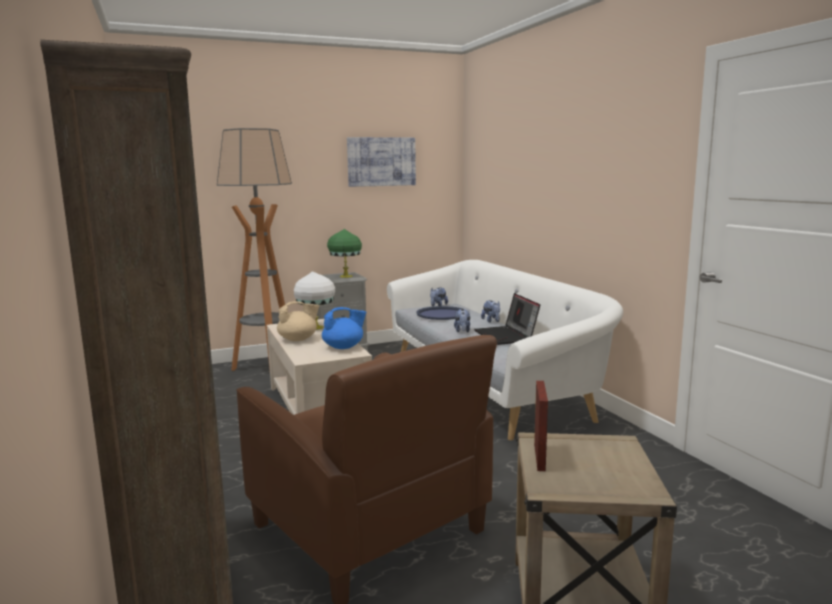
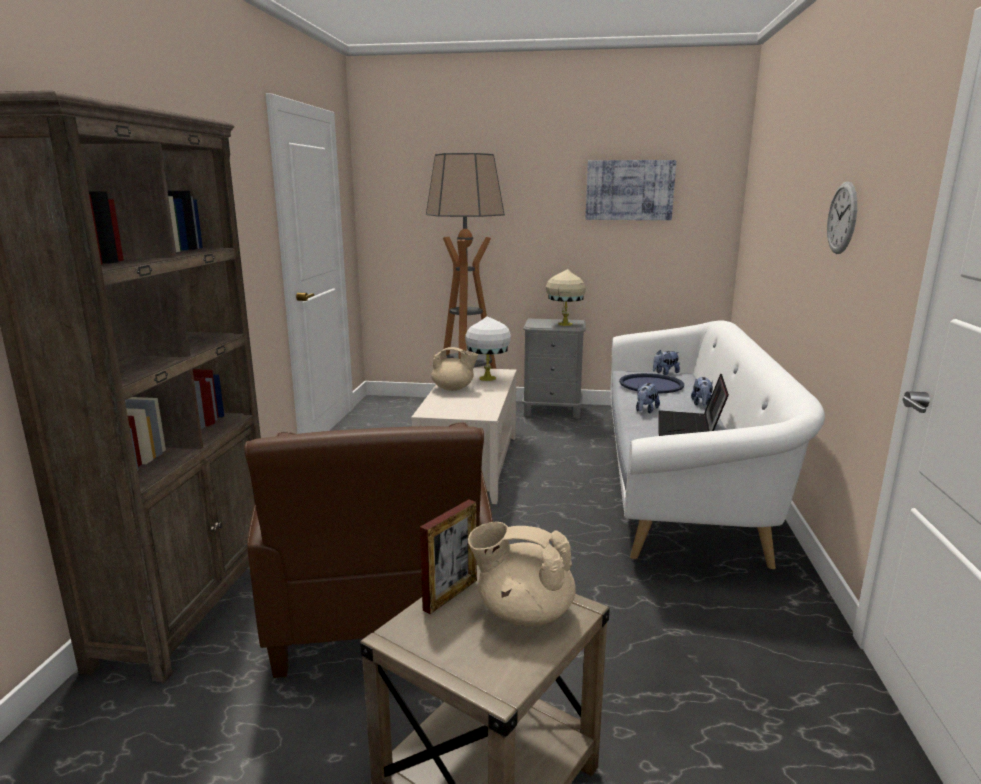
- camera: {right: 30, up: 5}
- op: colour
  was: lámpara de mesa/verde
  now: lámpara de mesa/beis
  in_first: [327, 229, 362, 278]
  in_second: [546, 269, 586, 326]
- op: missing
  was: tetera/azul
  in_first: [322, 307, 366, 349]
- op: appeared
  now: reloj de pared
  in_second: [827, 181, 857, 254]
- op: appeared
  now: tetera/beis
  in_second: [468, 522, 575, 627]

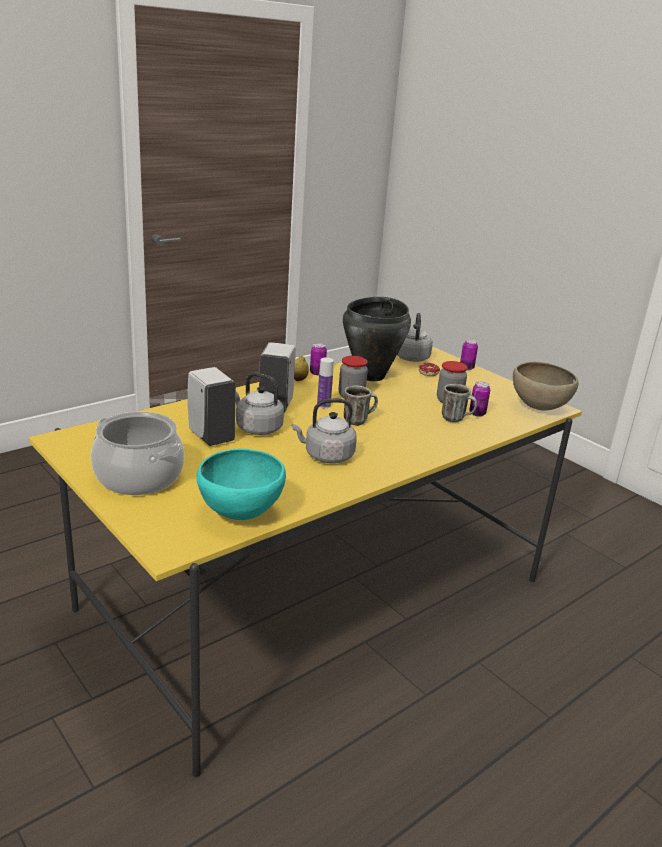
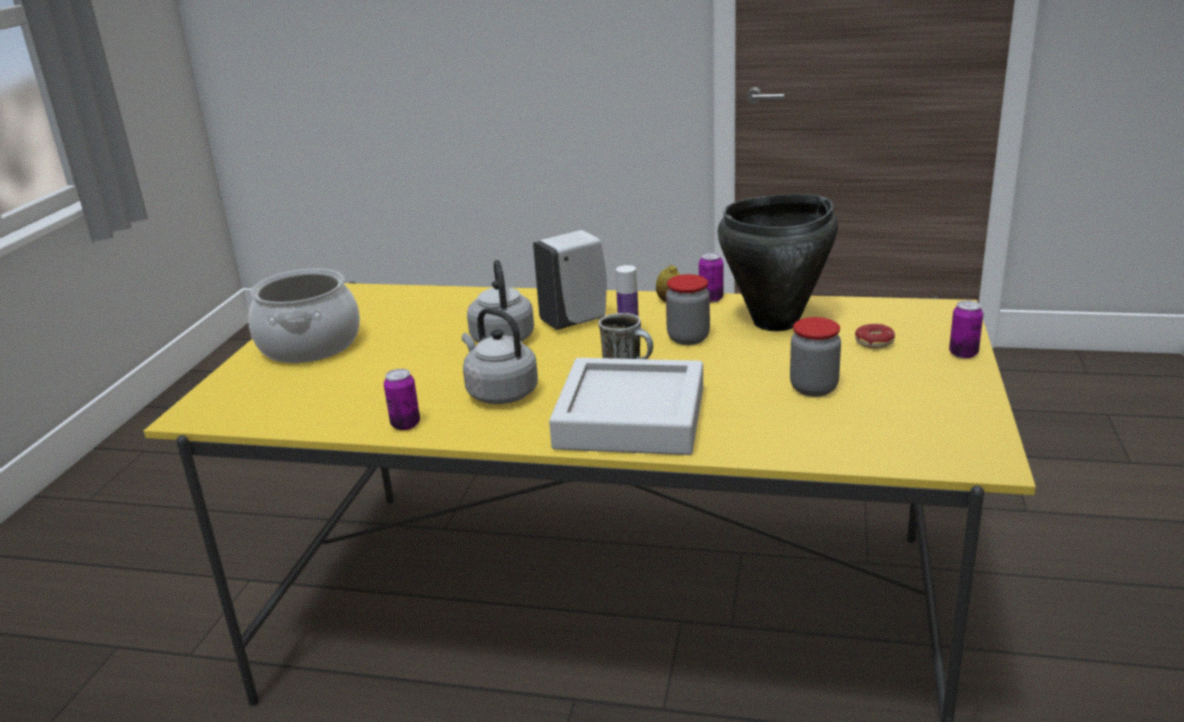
- camera: {right: 55, up: 0}
- op: missing
  was: hervidor/gris
  in_first: [397, 313, 433, 362]
- op: missing
  was: cuenco/marrón
  in_first: [513, 361, 578, 411]
- op: missing
  was: dispensador de jabón/blanco
  in_first: [187, 367, 236, 446]
- op: relocated
  was: lata
  in_first: [469, 381, 490, 416]
  in_second: [384, 369, 420, 430]
- op: missing
  was: taza grande
  in_first: [442, 384, 477, 422]
- op: missing
  was: cuenco/turquesa
  in_first: [197, 449, 286, 520]
- op: appeared
  now: bandeja/gris
  in_second: [549, 358, 703, 455]

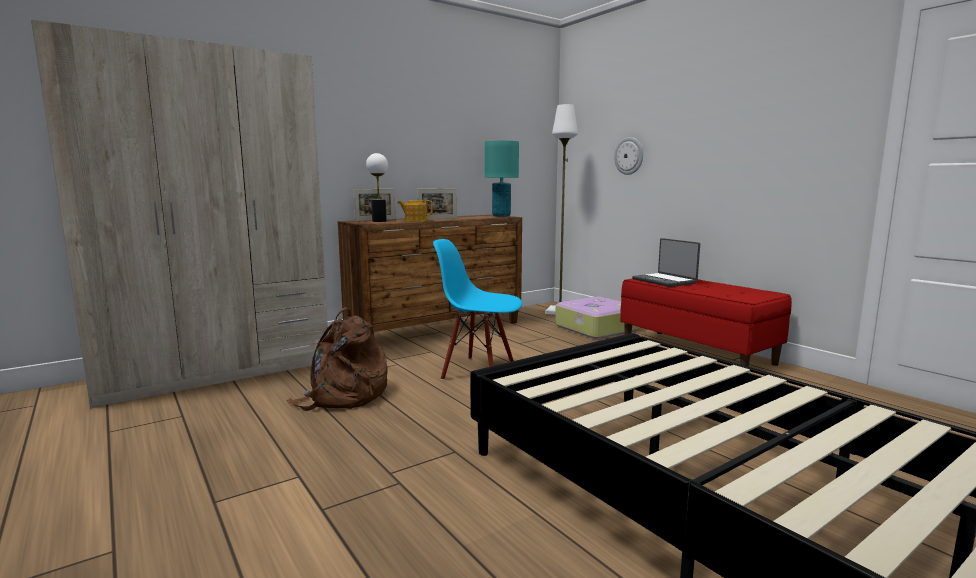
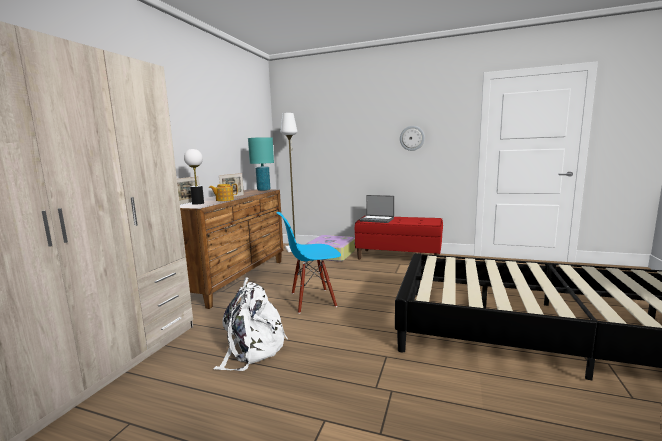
- camera: {right: -35, up: 0}
- op: relocated
  was: reloj de pared
  in_first: [614, 137, 643, 175]
  in_second: [400, 126, 425, 151]
- op: colour
  was: mochila/marrón
  now: mochila/blanco
  in_first: [287, 307, 388, 411]
  in_second: [214, 277, 288, 371]

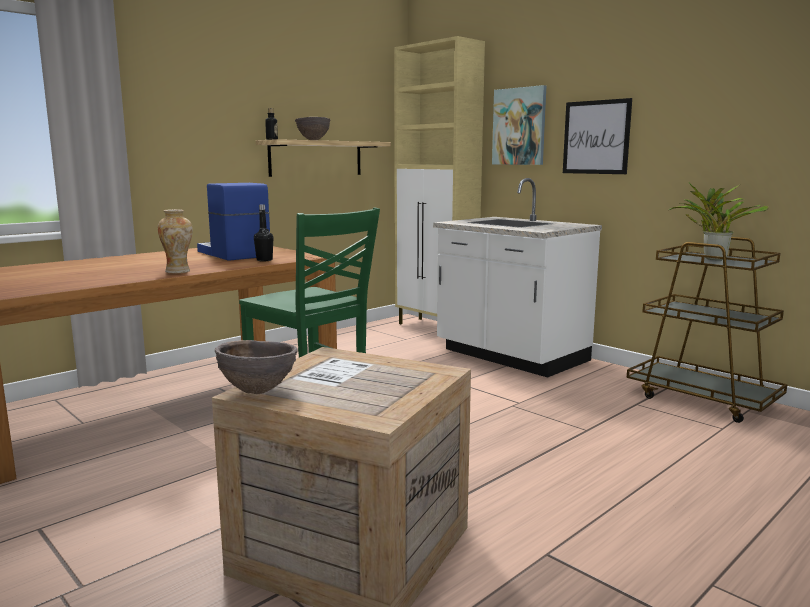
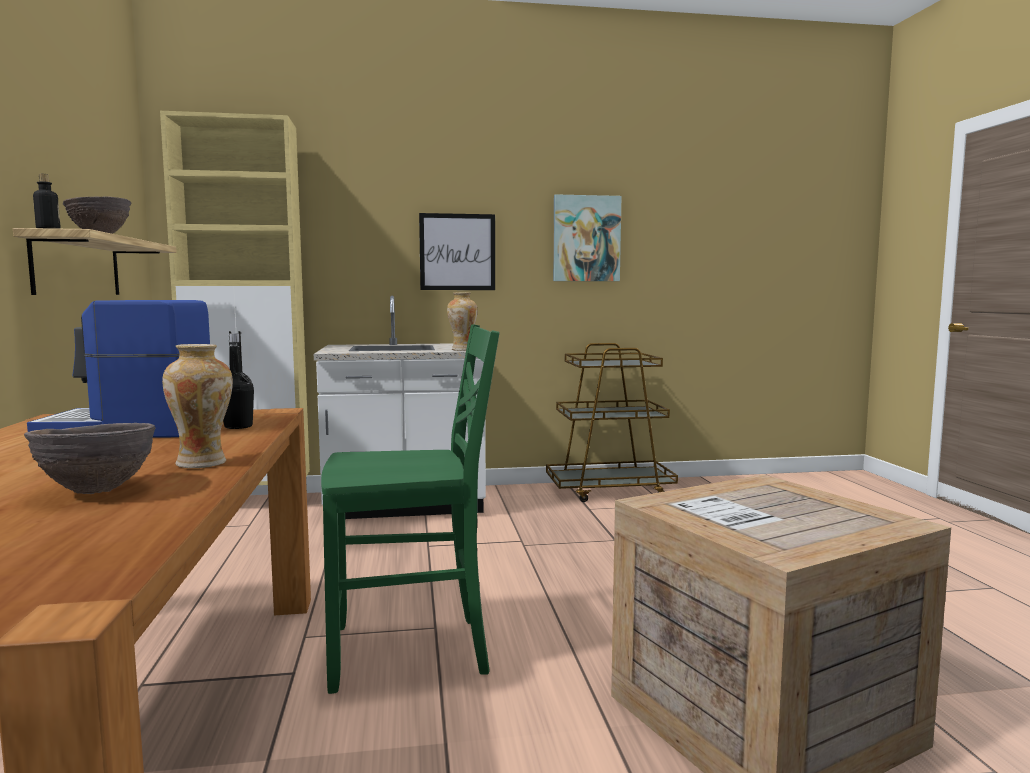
- camera: {right: -55, up: -5}
- op: relocated
  was: cuadro
  in_first: [492, 85, 546, 165]
  in_second: [553, 194, 621, 281]
- op: missing
  was: planta en maceta
  in_first: [669, 182, 769, 260]
- op: relocated
  was: cuenco/marrón
  in_first: [215, 340, 298, 394]
  in_second: [24, 423, 155, 494]
- op: appeared
  now: florero
  in_second: [447, 292, 478, 351]

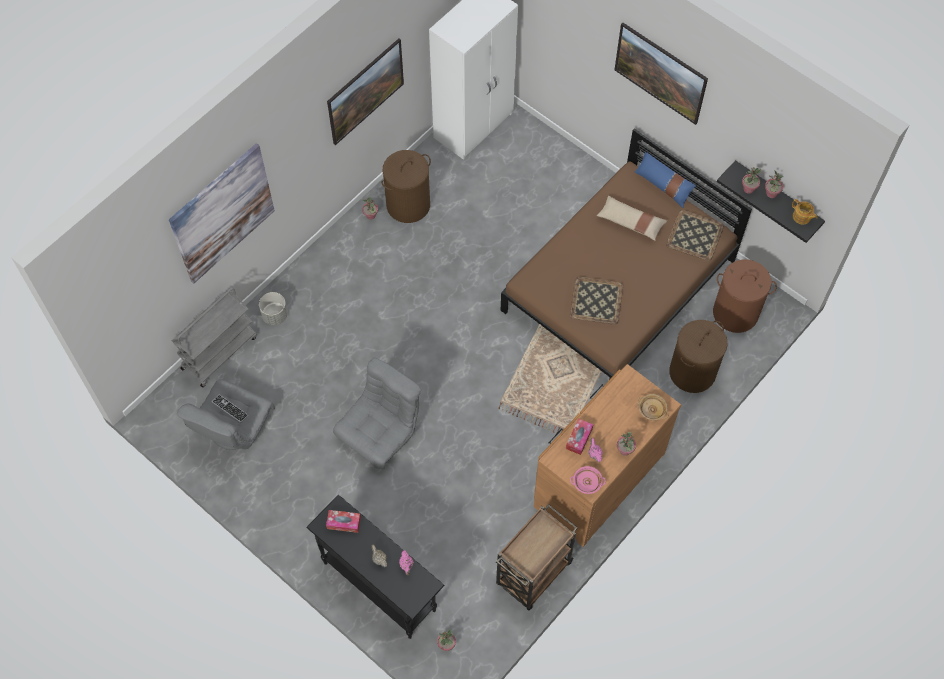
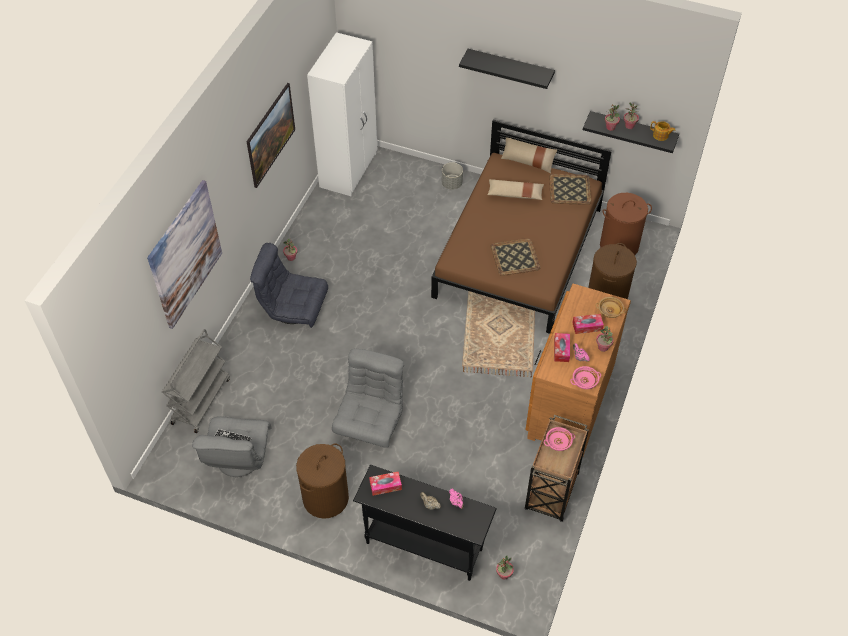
- camera: {right: -20, up: -10}
- op: exchanged
  was: cuadro
  now: estante/negro
  in_first: [614, 23, 708, 125]
  in_second: [459, 49, 555, 89]
- op: relocated
  was: cesto de la ropa/marrón
  in_first: [381, 150, 431, 223]
  in_second: [296, 443, 349, 519]
- op: colour
  was: cojín/azul
  now: cojín/beis
  in_first: [635, 152, 696, 208]
  in_second: [501, 137, 557, 173]
- op: relocated
  was: maceta/gris
  in_first: [259, 292, 288, 325]
  in_second: [442, 162, 463, 190]
- op: appeared
  now: sillón/gris
  in_second: [250, 243, 328, 328]
- op: appeared
  now: caja de pañuelos
  in_second: [572, 314, 604, 334]
- op: appeared
  now: cuenco/rosa
  in_second: [544, 427, 575, 451]

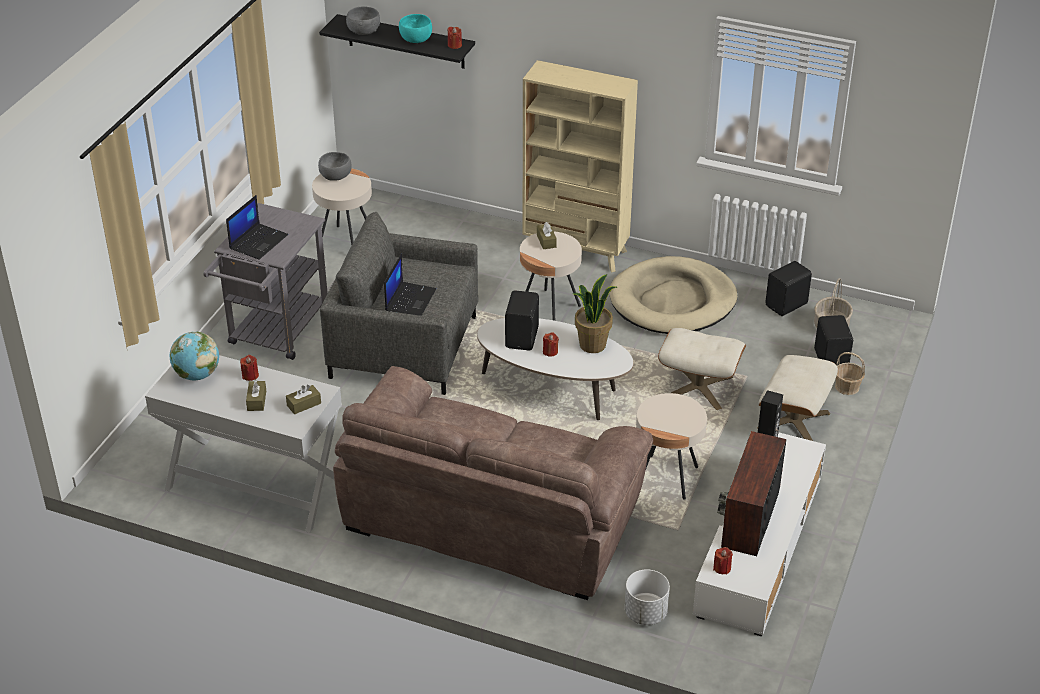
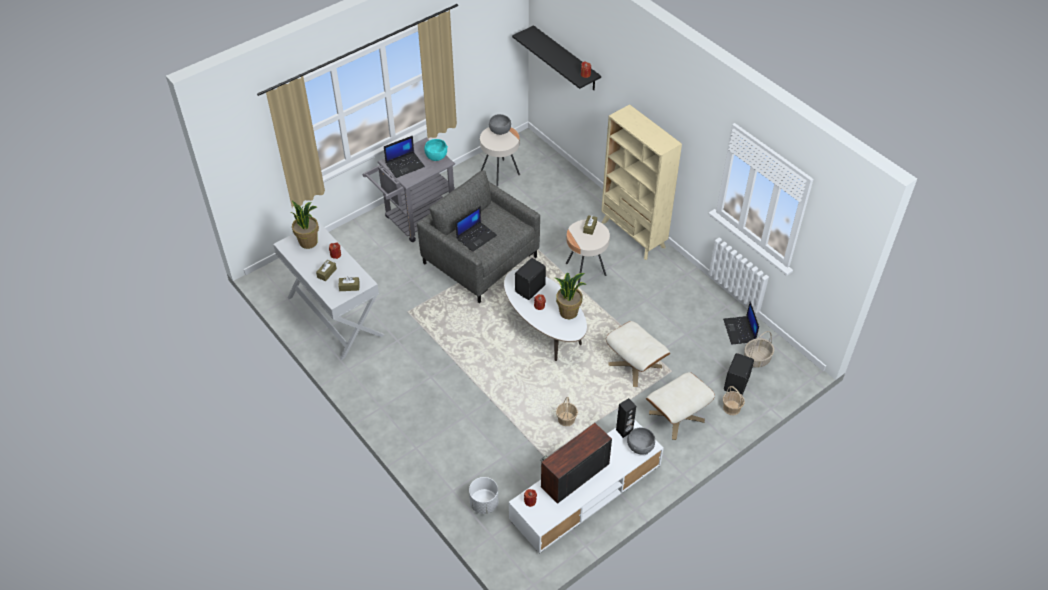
- camera: {right: 30, up: 10}
- op: relocated
  was: cuenco/gris
  in_first: [346, 6, 380, 35]
  in_second: [627, 427, 655, 455]
- op: relocated
  was: cuenco/turquesa
  in_first: [399, 14, 432, 43]
  in_second: [424, 139, 448, 161]
- op: missing
  was: cama para perro/beis
  in_first: [609, 256, 737, 334]
- op: exchanged
  was: altavoz/negro
  now: portátil
  in_first: [765, 261, 812, 316]
  in_second: [723, 301, 759, 345]
- op: exchanged
  was: globo terráqueo
  now: planta en maceta
  in_first: [170, 332, 219, 380]
  in_second: [290, 201, 319, 249]
- op: missing
  was: sofá/marrón
  in_first: [333, 366, 653, 600]
- op: exchanged
  was: mesa auxiliar/beis
  now: cesta
  in_first: [636, 393, 707, 500]
  in_second: [556, 397, 578, 426]

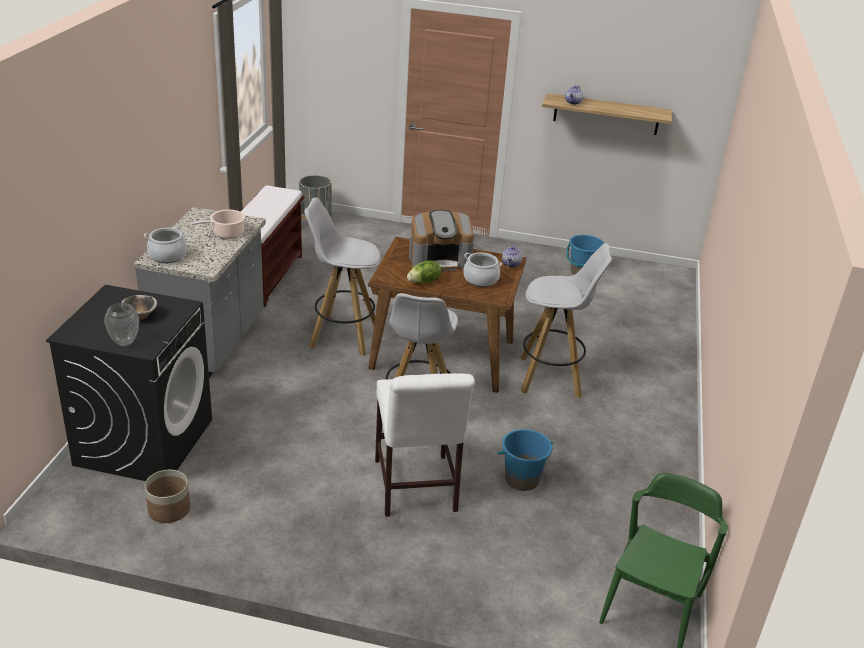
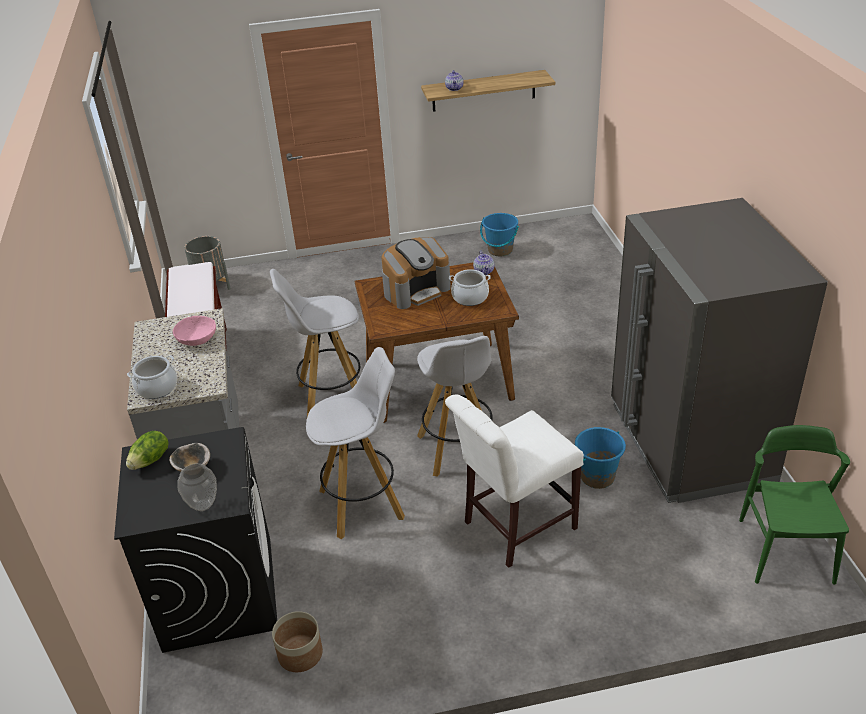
- camera: {right: -20, up: 5}
- op: exchanged
  was: olla
  now: cuenco/rosa
  in_first: [190, 210, 245, 239]
  in_second: [173, 316, 216, 346]
- op: relocated
  was: taburete/blanco
  in_first: [520, 243, 612, 398]
  in_second: [306, 347, 405, 539]
- op: relocated
  was: lechuga
  in_first: [407, 260, 441, 283]
  in_second: [126, 431, 169, 470]
- op: spun
  was: silla/blanco
  in_first: [375, 373, 475, 517]
  in_second: [445, 395, 584, 568]
  clockwise: 90
- op: appeared
  now: nevera/gris
  in_second: [611, 198, 828, 503]

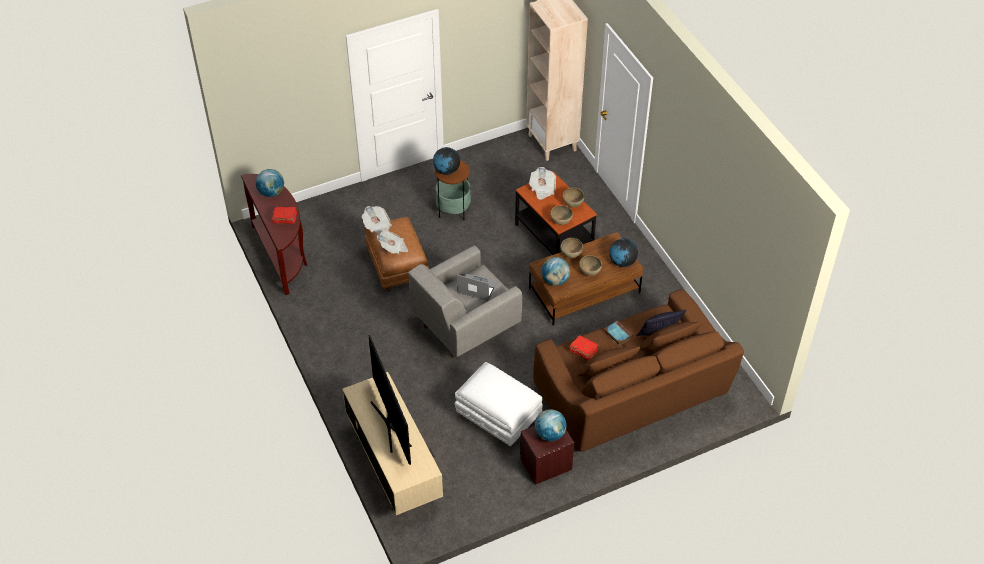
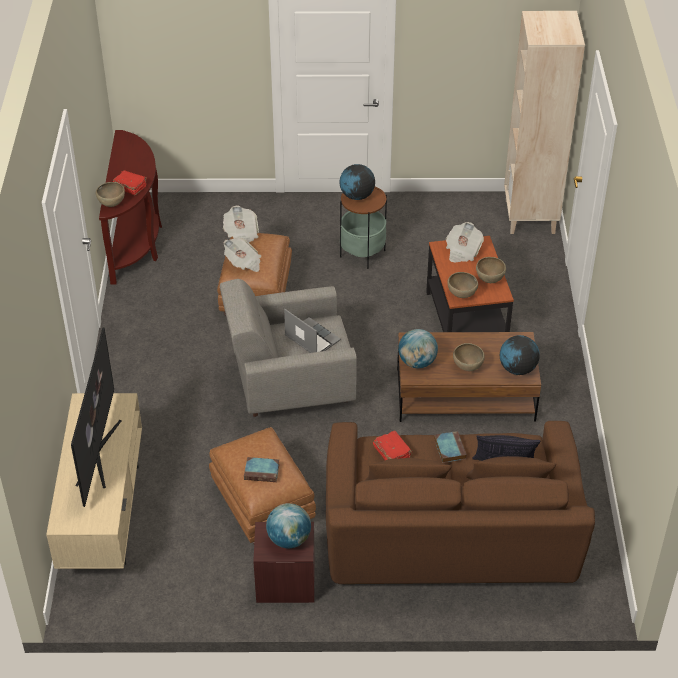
- camera: {right: 25, up: -5}
- op: missing
  was: globo terráqueo
  in_first: [256, 169, 284, 197]
- op: relocated
  was: cuenco/marrón
  in_first: [561, 238, 583, 258]
  in_second: [96, 182, 125, 207]
- op: colour
  was: puf/blanco
  now: puf/marrón
  in_first: [455, 362, 543, 447]
  in_second: [209, 427, 316, 544]
- op: appeared
  now: libro
  in_second: [244, 457, 280, 482]

